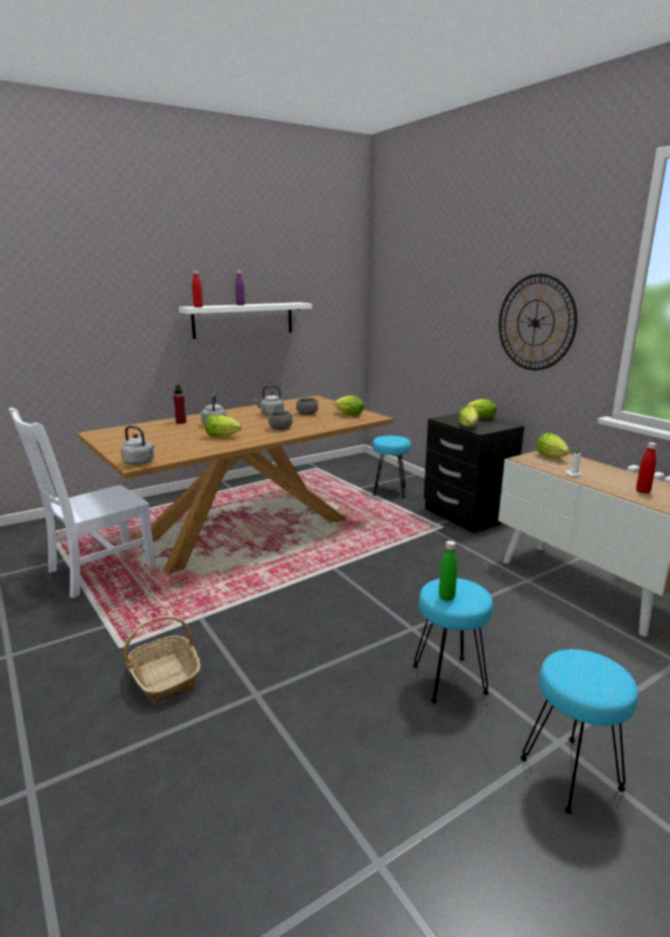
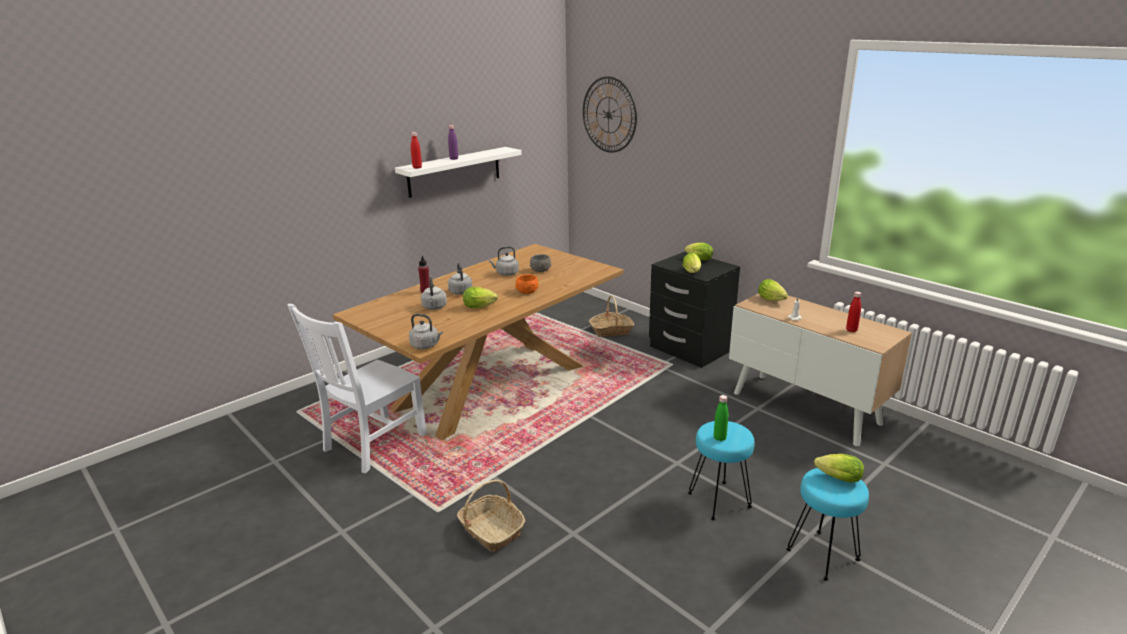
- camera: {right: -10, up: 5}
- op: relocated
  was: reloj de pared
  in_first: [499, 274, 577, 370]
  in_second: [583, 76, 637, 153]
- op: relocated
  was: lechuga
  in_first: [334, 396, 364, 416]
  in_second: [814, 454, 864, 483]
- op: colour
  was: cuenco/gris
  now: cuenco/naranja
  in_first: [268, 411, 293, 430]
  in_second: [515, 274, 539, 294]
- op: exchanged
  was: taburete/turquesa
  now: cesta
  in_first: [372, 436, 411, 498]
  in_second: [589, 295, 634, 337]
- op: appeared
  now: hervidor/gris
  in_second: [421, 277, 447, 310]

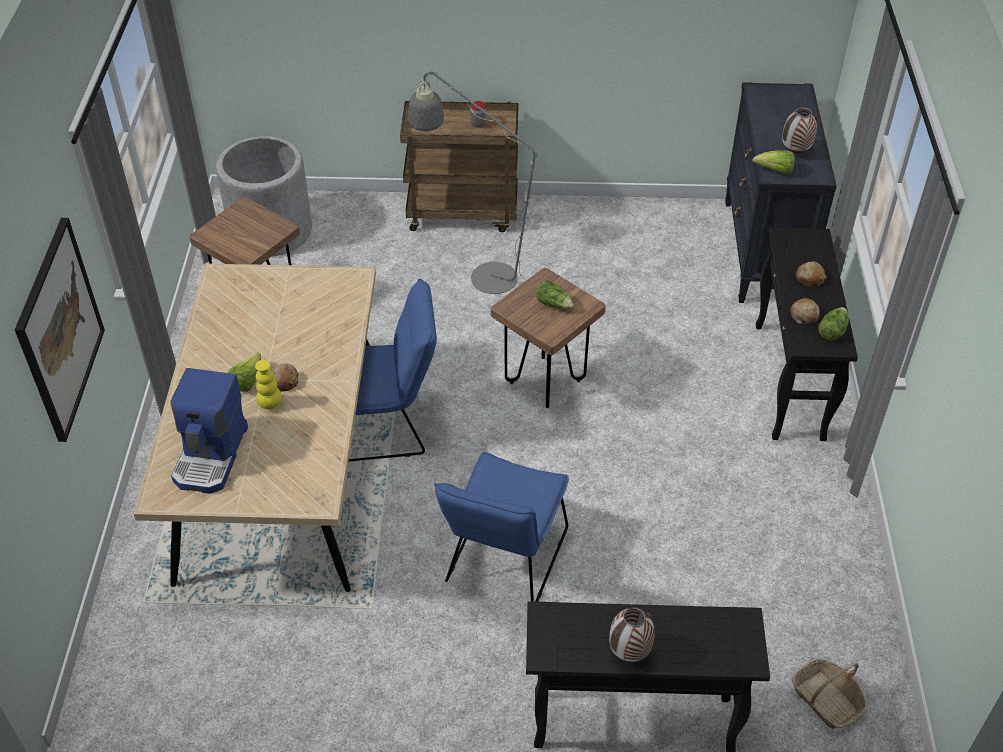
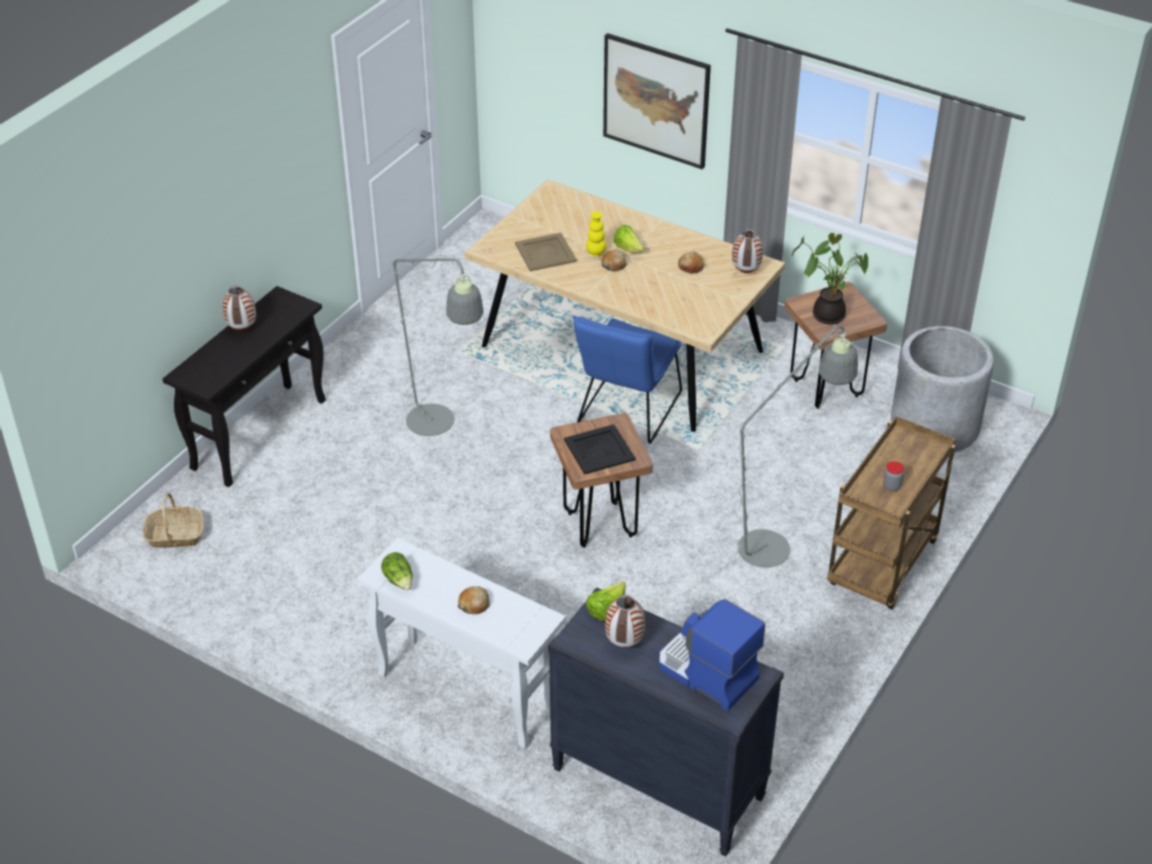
- camera: {right: 120, up: -5}
- op: colour
  was: mesa consola/negro
  now: mesa consola/blanco
  in_first: [756, 228, 858, 441]
  in_second: [357, 538, 566, 749]
- op: exchanged
  was: lechuga
  now: bandeja/negro
  in_first: [536, 280, 574, 309]
  in_second: [564, 424, 636, 474]
- op: relocated
  was: pan
  in_first: [790, 298, 820, 324]
  in_second: [678, 252, 705, 274]
- op: relocated
  was: cafetera
  in_first: [170, 368, 248, 494]
  in_second: [659, 599, 765, 711]
- op: exchanged
  was: silla/azul
  now: lámpara de pie/gris
  in_first: [434, 452, 569, 602]
  in_second: [355, 256, 483, 436]
- op: appeared
  now: florero
  in_second: [732, 229, 763, 273]
- op: appeared
  now: bandeja/beis
  in_second: [515, 233, 577, 271]
- op: appeared
  now: planta en maceta
  in_second: [792, 233, 868, 324]

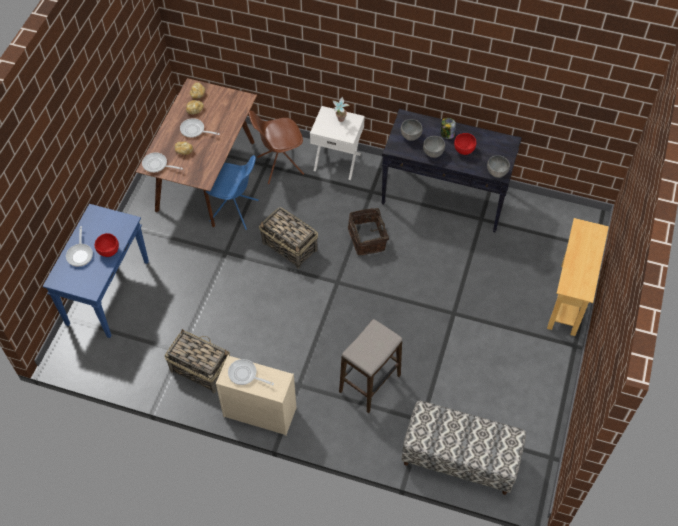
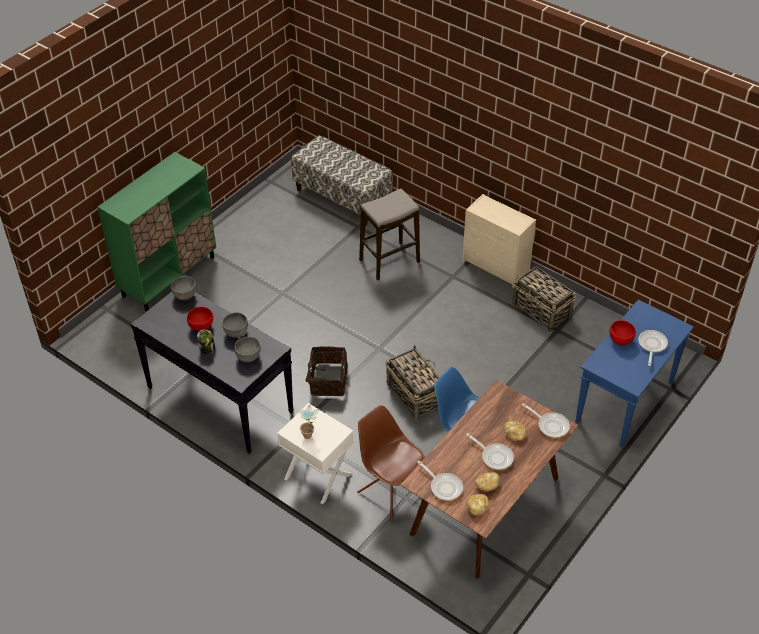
- camera: {right: -160, up: -10}
- op: spun
  was: silla/marrón
  in_first: [249, 111, 304, 184]
  in_second: [357, 405, 425, 522]
  clockwise: -135
- op: exchanged
  was: mesa consola/beis
  now: armario/verde
  in_first: [547, 218, 609, 336]
  in_second: [97, 152, 216, 311]
- op: relocated
  was: sartén
  in_first: [228, 359, 274, 385]
  in_second: [417, 461, 463, 501]

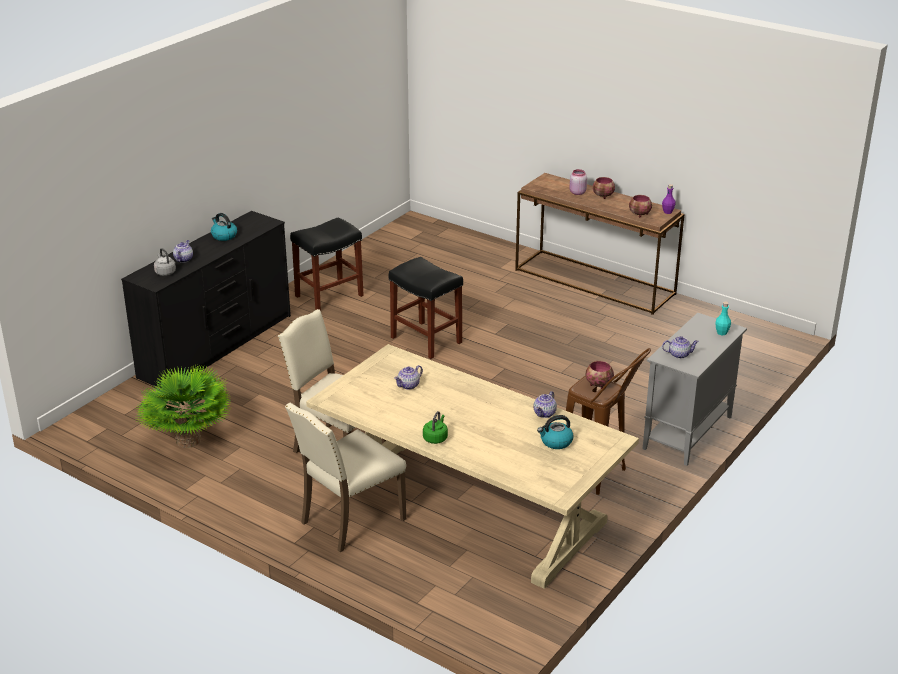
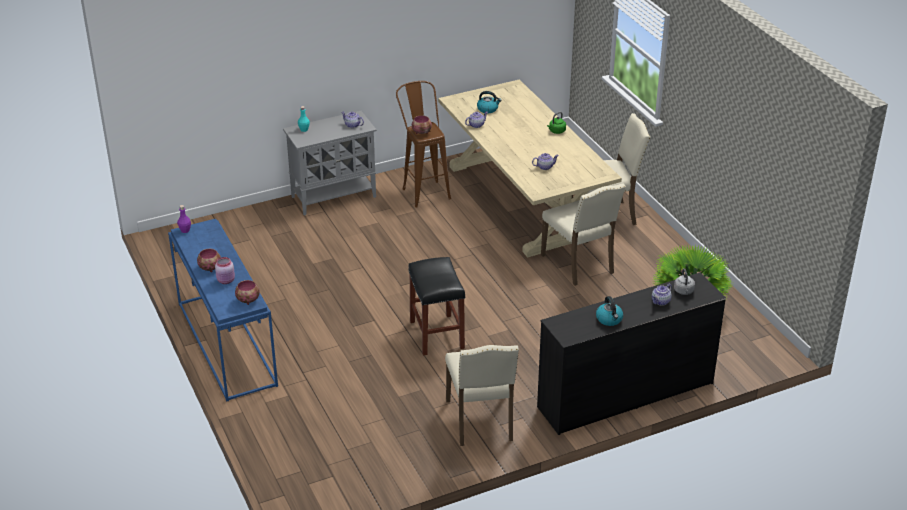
- camera: {right: -150, up: 5}
- op: colour
  was: mesa consola/marrón
  now: mesa consola/azul
  in_first: [515, 173, 684, 315]
  in_second: [168, 219, 278, 401]
- op: relocated
  was: cuenco
  in_first: [629, 195, 652, 217]
  in_second: [235, 280, 260, 305]
- op: exchanged
  was: taburete/negro
  now: silla/beis
  in_first: [290, 218, 364, 311]
  in_second: [445, 345, 519, 446]

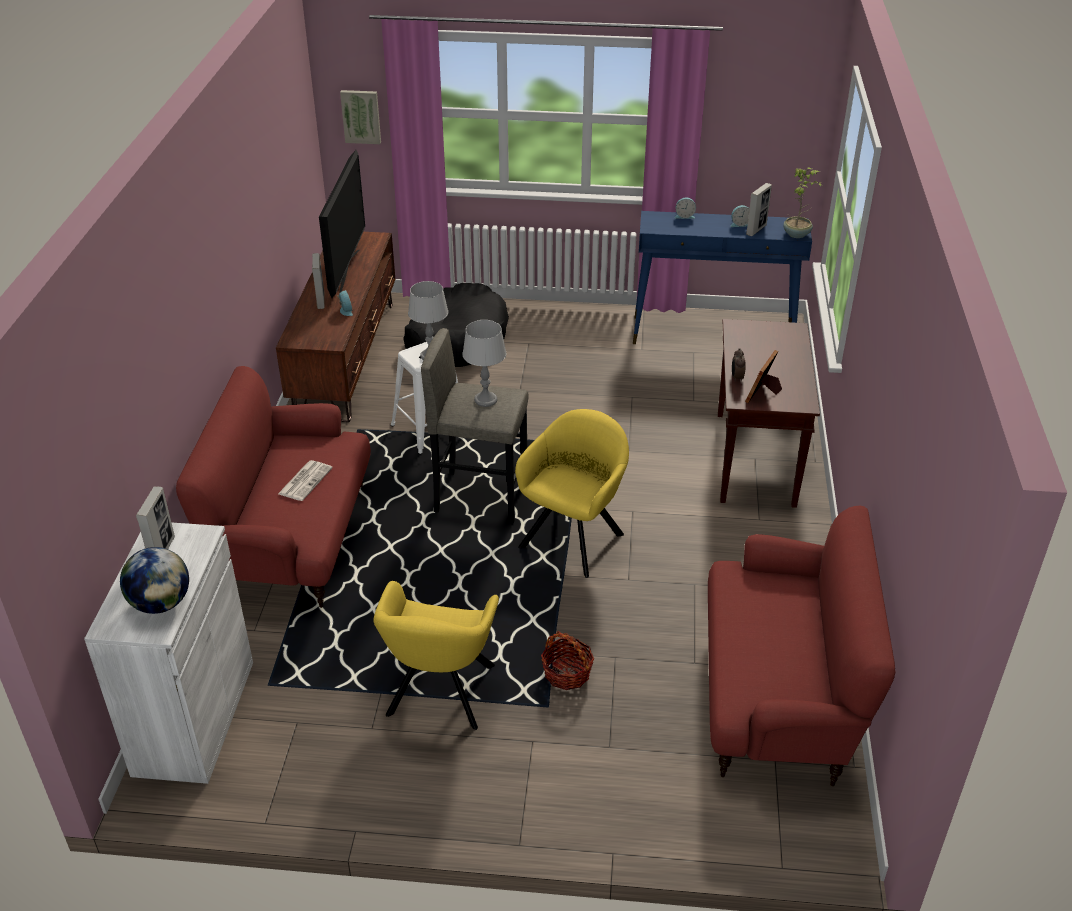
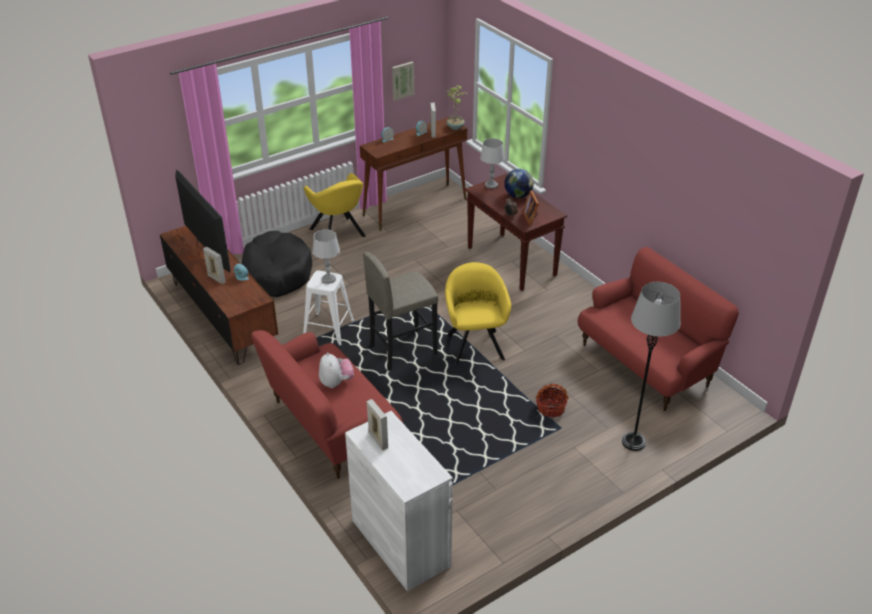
- camera: {right: -40, up: 0}
- op: relocated
  was: cuadro
  in_first: [340, 90, 381, 144]
  in_second: [392, 62, 414, 101]
- op: colour
  was: mesa consola/azul
  now: mesa consola/marrón
  in_first: [633, 211, 812, 344]
  in_second: [360, 117, 467, 231]
- op: relocated
  was: lámpara de mesa/gris
  in_first: [462, 320, 506, 407]
  in_second: [480, 138, 505, 189]
- op: exchanged
  was: periódico
  now: peluche
  in_first: [278, 460, 333, 501]
  in_second: [319, 352, 354, 388]
- op: relocated
  was: globo terráqueo
  in_first: [120, 547, 189, 614]
  in_second: [504, 169, 534, 198]
- op: relocated
  was: sillón/amarillo
  in_first: [373, 581, 499, 730]
  in_second: [304, 173, 366, 237]
- op: appeared
  now: lámpara de pie/gris
  in_second: [622, 282, 681, 451]

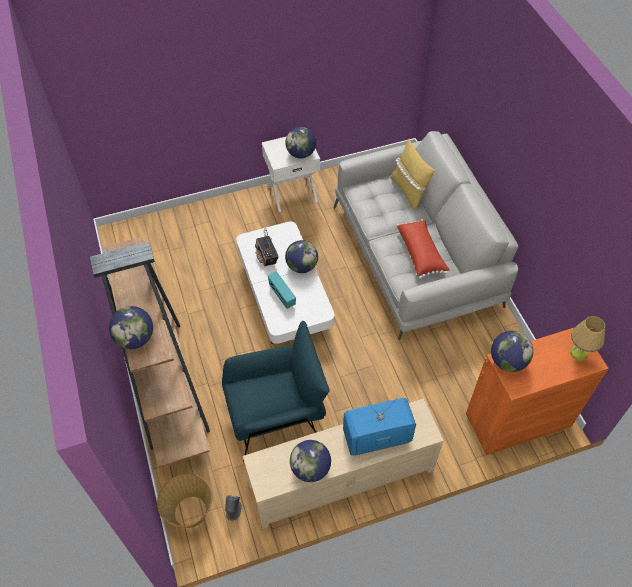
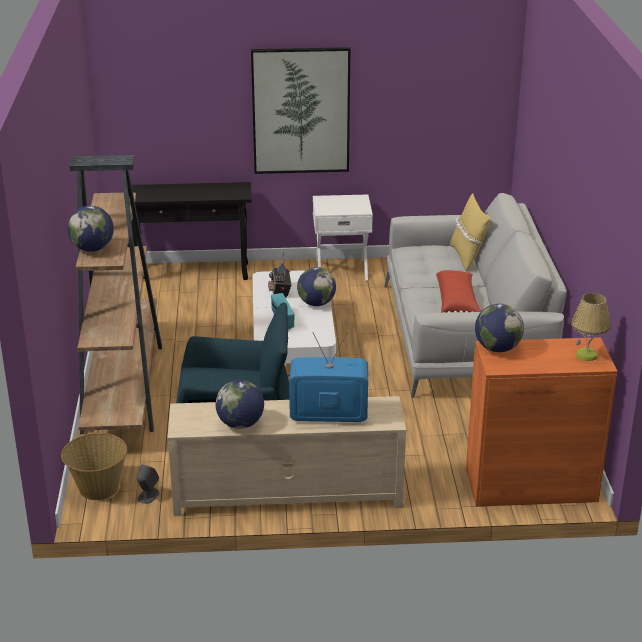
- camera: {right: 15, up: -25}
- op: missing
  was: globo terráqueo
  in_first: [285, 127, 316, 158]
- op: appeared
  now: cuadro
  in_second: [251, 47, 350, 174]
- op: appeared
  now: mesa consola/negro
  in_second: [132, 182, 252, 280]

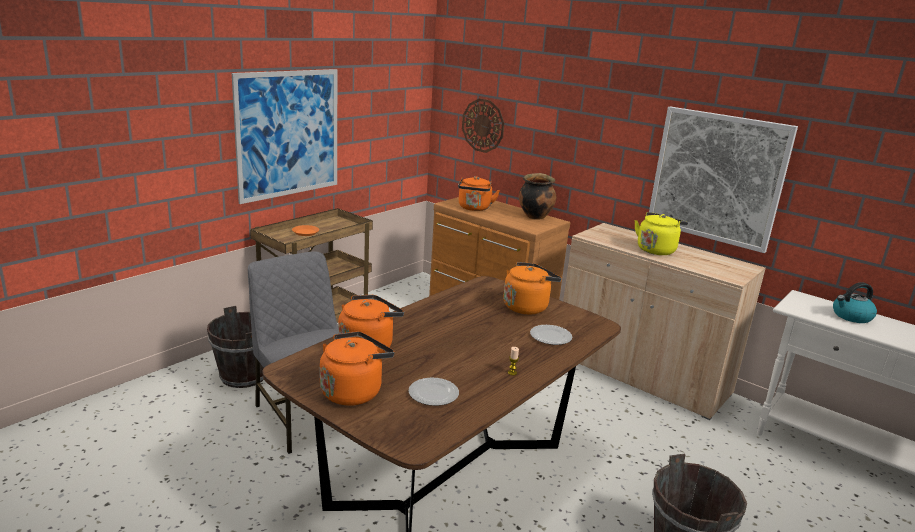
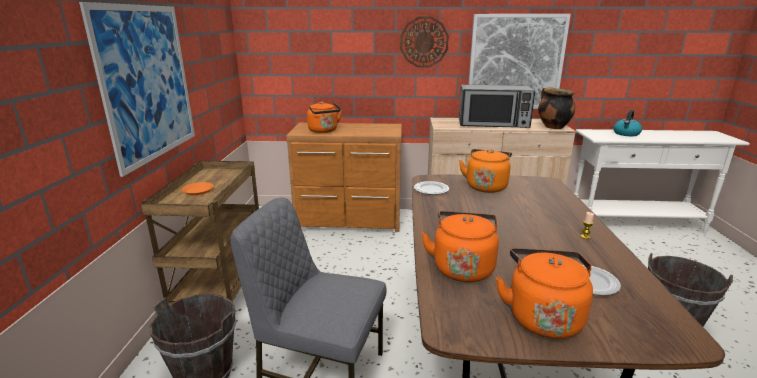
- camera: {right: -35, up: 0}
- op: relocated
  was: reloj de pared
  in_first: [462, 98, 504, 153]
  in_second: [400, 17, 449, 67]
- op: relocated
  was: olla
  in_first: [519, 173, 556, 219]
  in_second: [538, 87, 575, 129]
- op: exchanged
  was: hervidor/amarillo
  now: microondas
  in_first: [634, 212, 688, 255]
  in_second: [459, 85, 535, 128]
- op: relocated
  was: plato
  in_first: [530, 325, 572, 345]
  in_second: [414, 181, 449, 195]

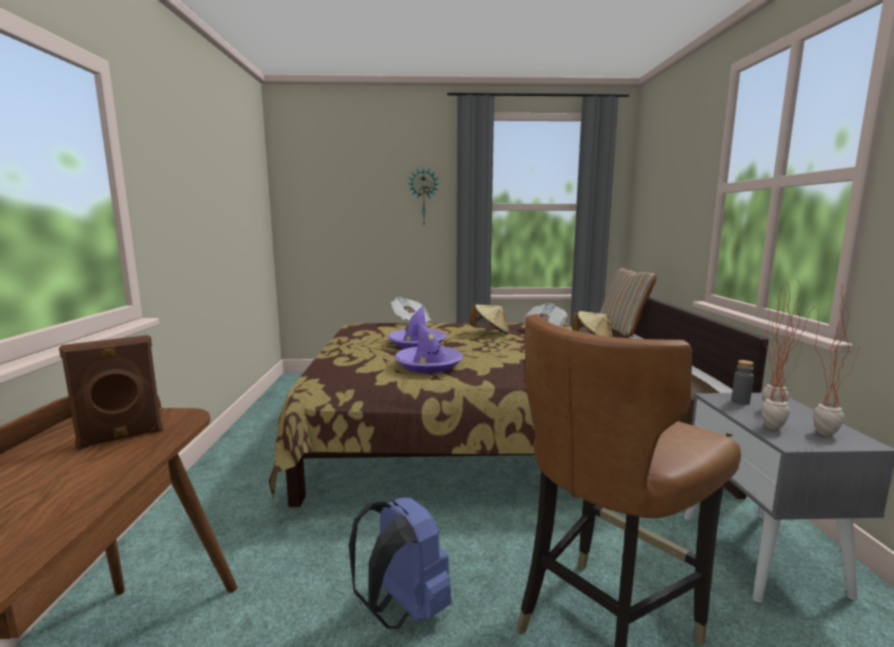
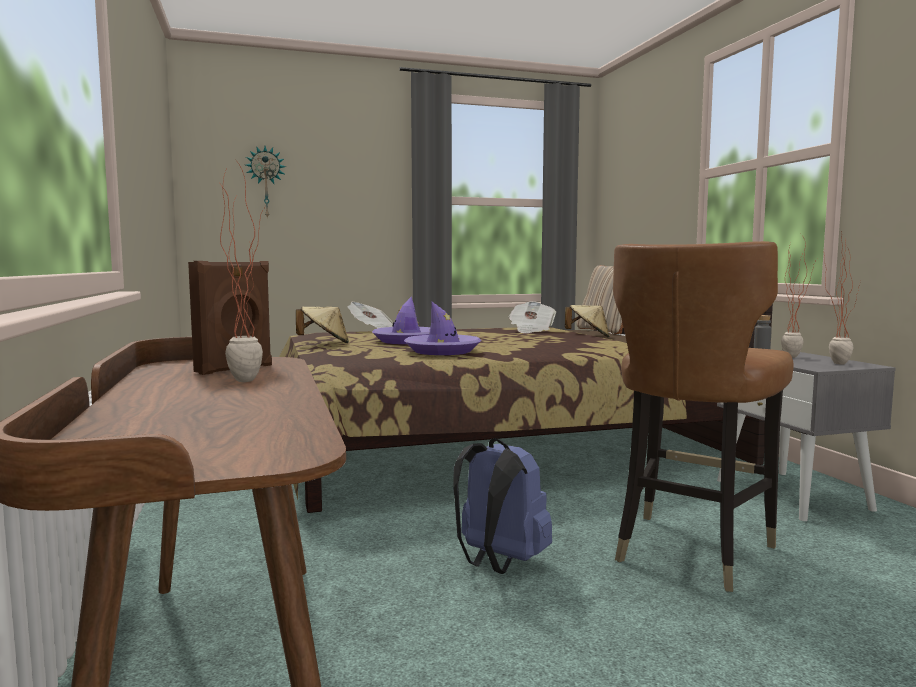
- camera: {right: -15, up: -5}
- op: relocated
  was: reloj de pared
  in_first: [408, 167, 439, 225]
  in_second: [246, 146, 286, 219]
- op: relocated
  was: planta en maceta
  in_first: [761, 282, 802, 430]
  in_second: [220, 158, 267, 382]
- op: relocated
  was: sombrero/beis
  in_first: [470, 304, 509, 334]
  in_second: [296, 307, 349, 343]

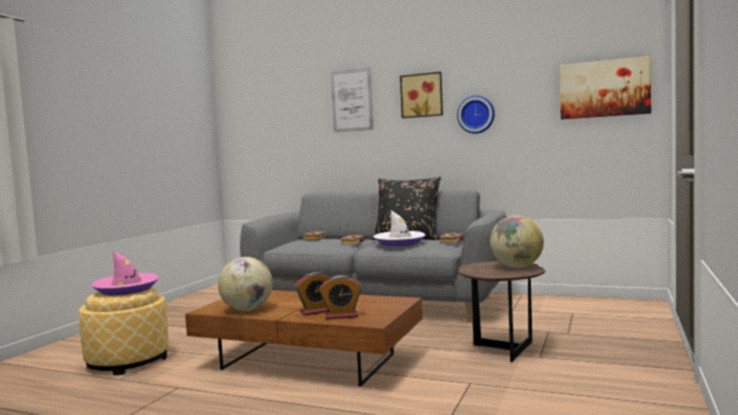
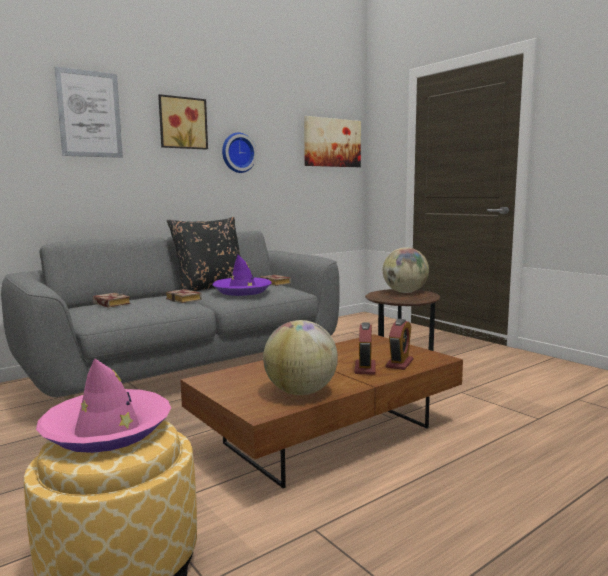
- camera: {right: -60, up: 5}
- op: colour
  was: sombrero/blanco
  now: sombrero/morado
  in_first: [374, 210, 425, 246]
  in_second: [212, 255, 272, 296]

